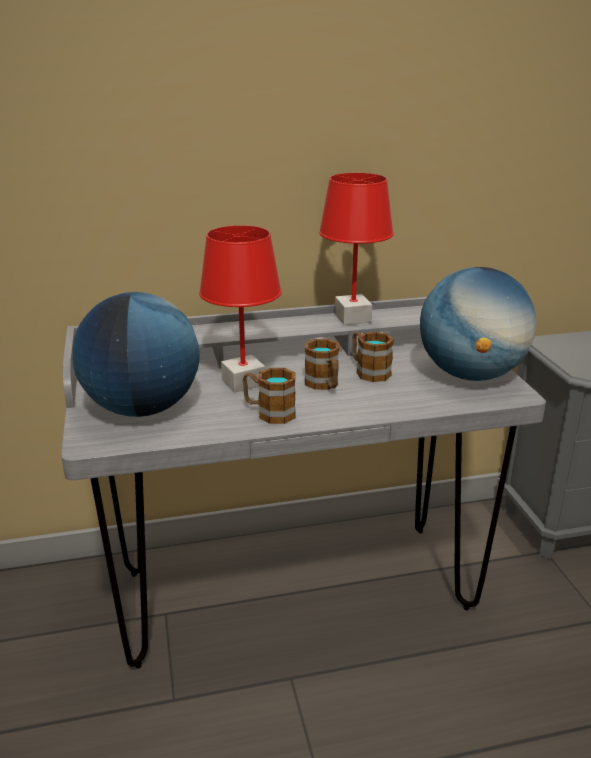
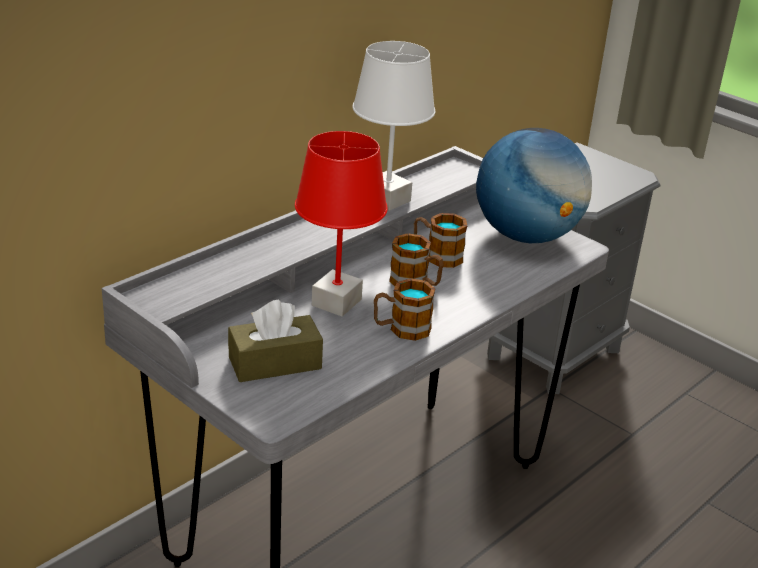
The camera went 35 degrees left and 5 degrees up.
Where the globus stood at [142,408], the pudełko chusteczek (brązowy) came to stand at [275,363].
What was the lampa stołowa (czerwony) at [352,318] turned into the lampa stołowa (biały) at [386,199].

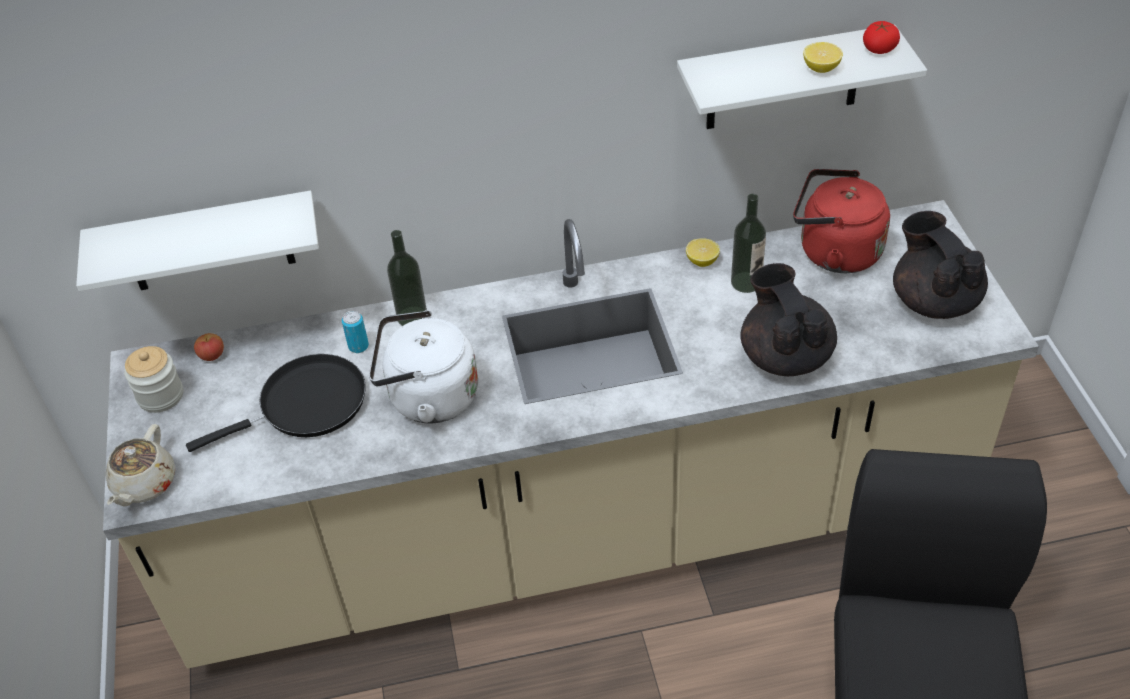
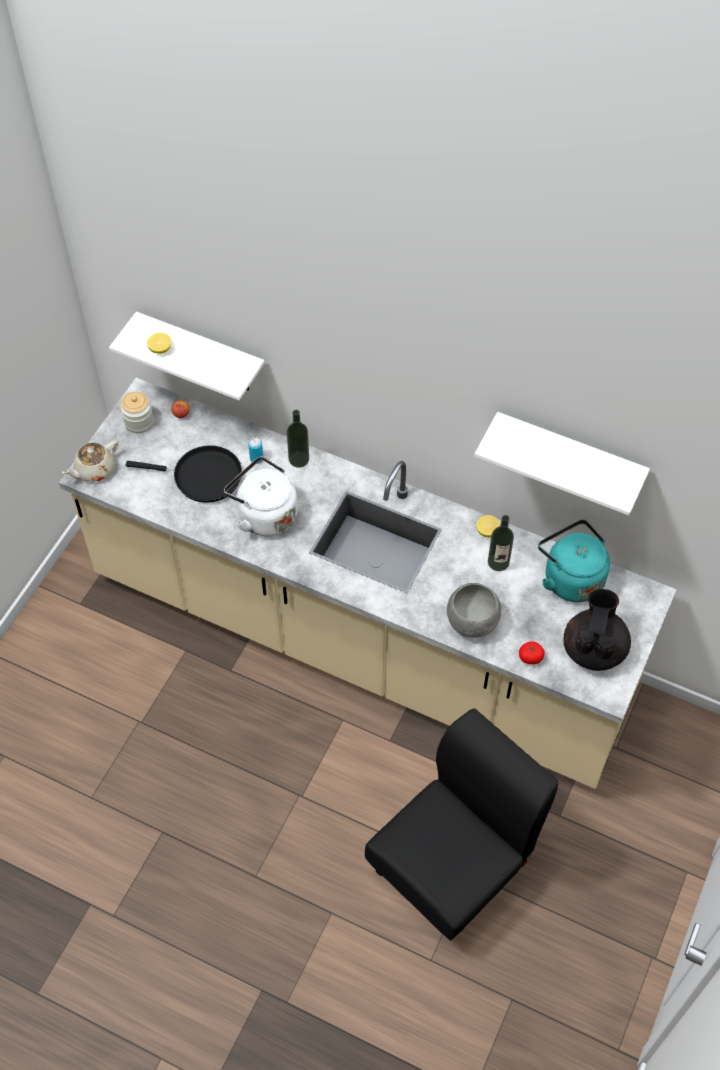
The camera went 35 degrees right and 10 degrees up.
The cytryna ended up elsewhere, having gone from [821,68] to [160,349].
Where the imbryk (czarny) stood at [785,355], the miska (szary) came to stand at [472,622].
The pomidor ended up elsewhere, having gone from [879,49] to [530,657].
What was the czajnik (czerwony) at [834,252] turned into the czajnik (turkusowy) at [570,578].

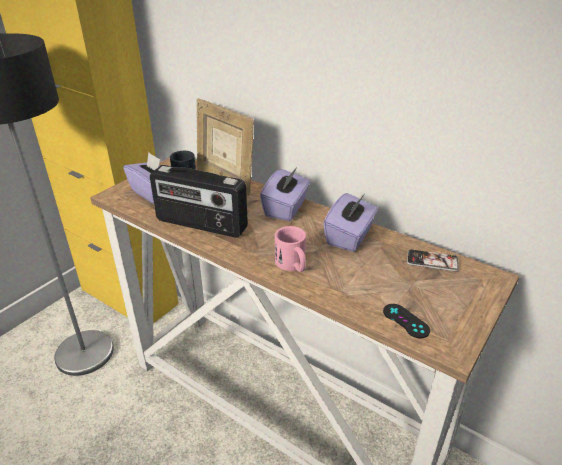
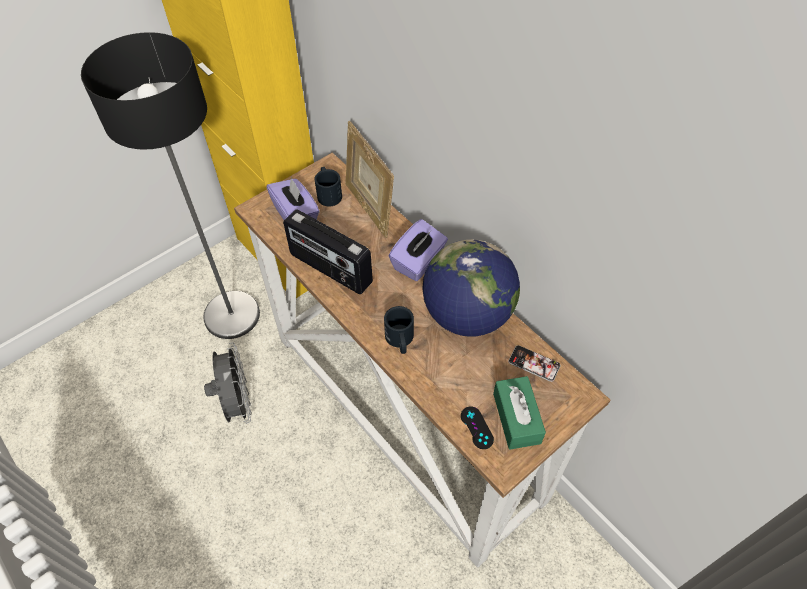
The camera went 15 degrees right and 20 degrees up.
The second view gained the wentylator (szary) at [237,403].
What was the kubek (różowy) at [293,265] turned into the kubek (czarny) at [400,341].
Where the pudełko chusteczek (fioletowy) stood at [349,237], the globus came to stand at [467,315].
The second view gained the pudełko chusteczek (zielony) at [516,418].

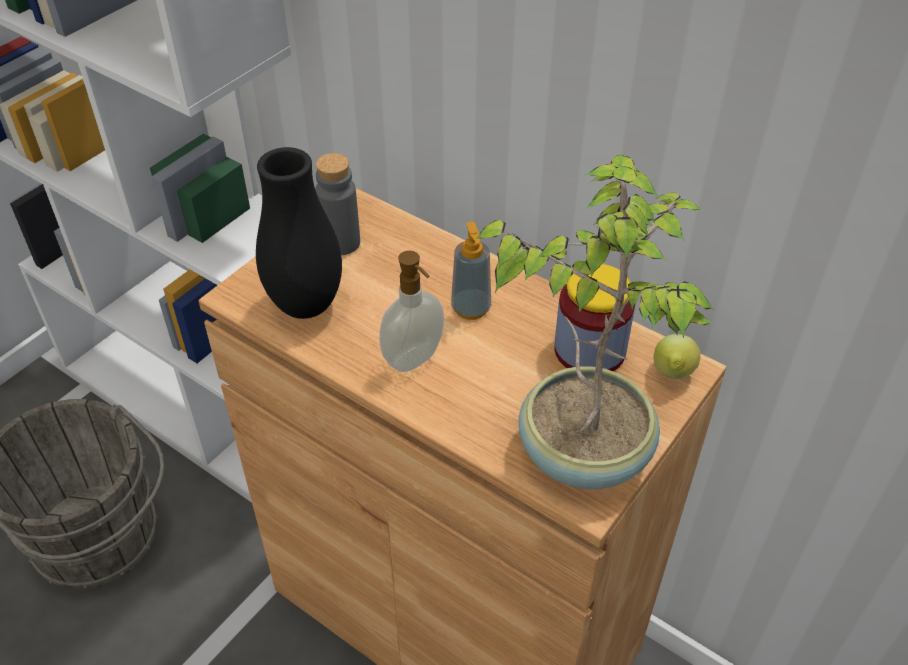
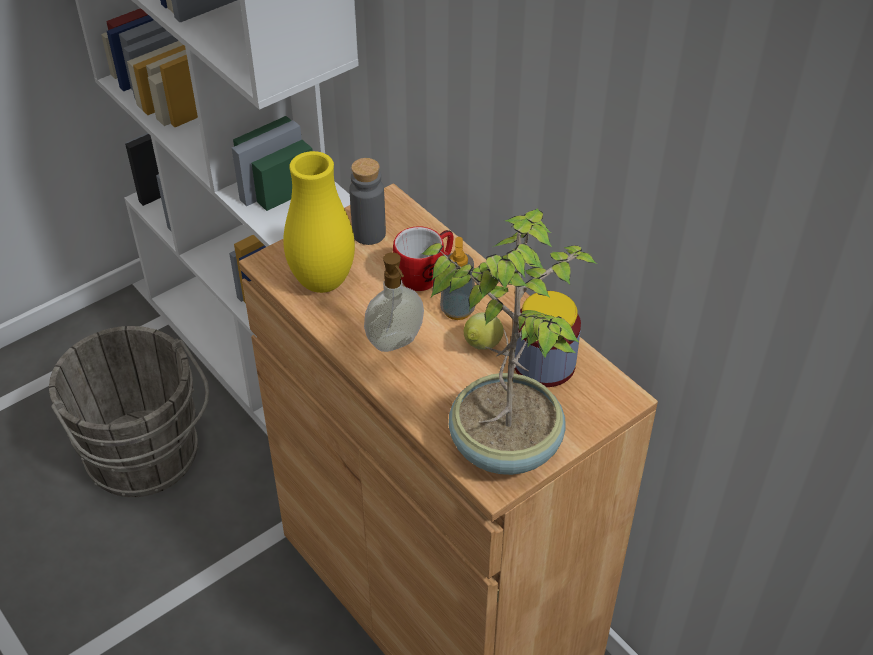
The camera went 15 degrees right and 0 degrees up.
What was the wazon (czarny) at [306,305] turned into the wazon (żółty) at [322,282].
The second view gained the kubek at [425,276].
The cytryna ended up elsewhere, having gone from [672,375] to [481,347].

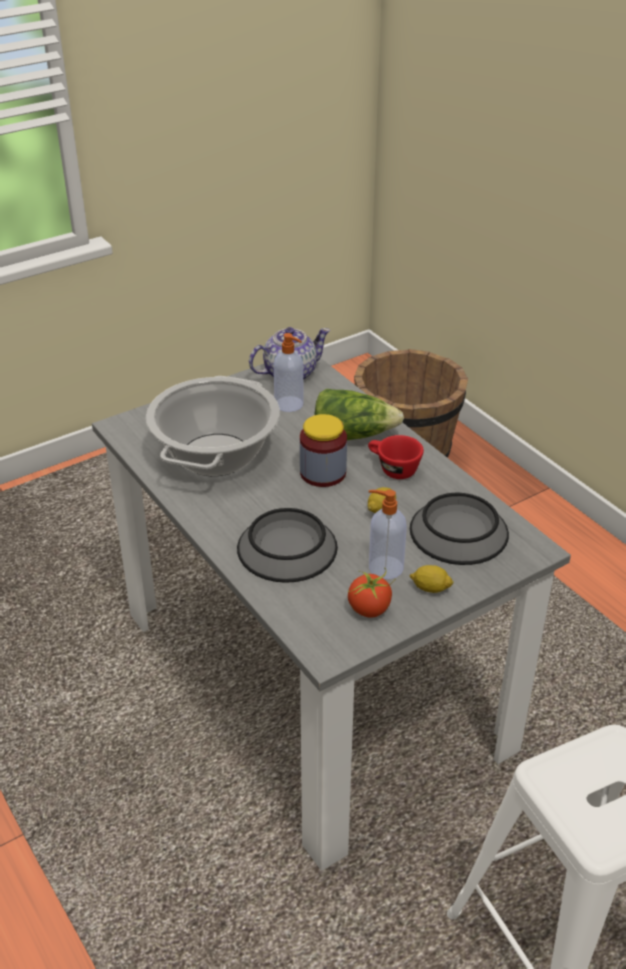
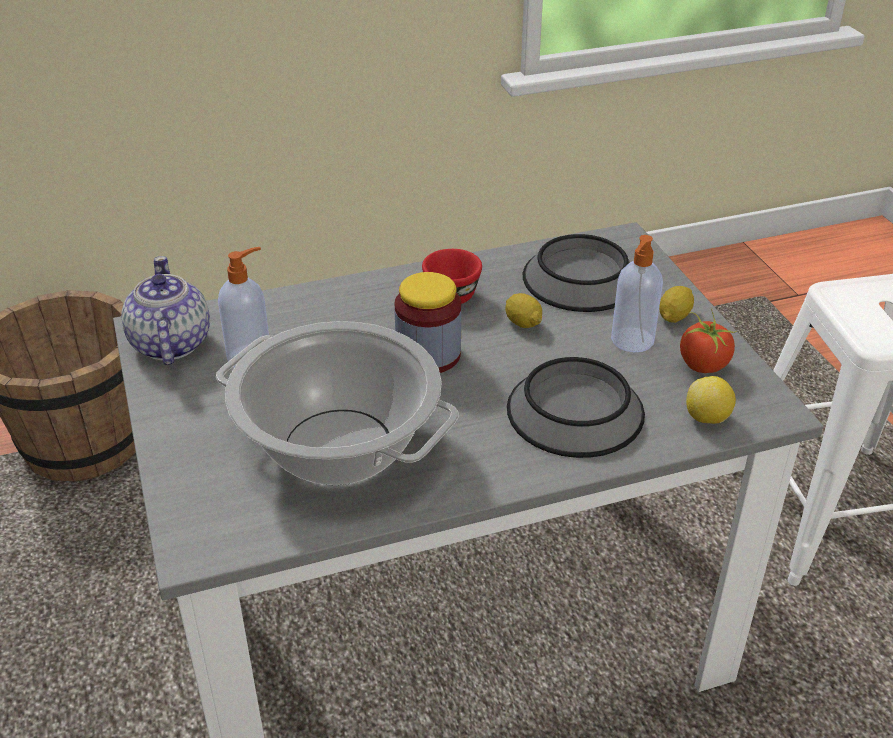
The camera went 75 degrees left and 0 degrees up.
The second view gained the cytryna at [707,418].
The second view lost the sałata at [353,435].

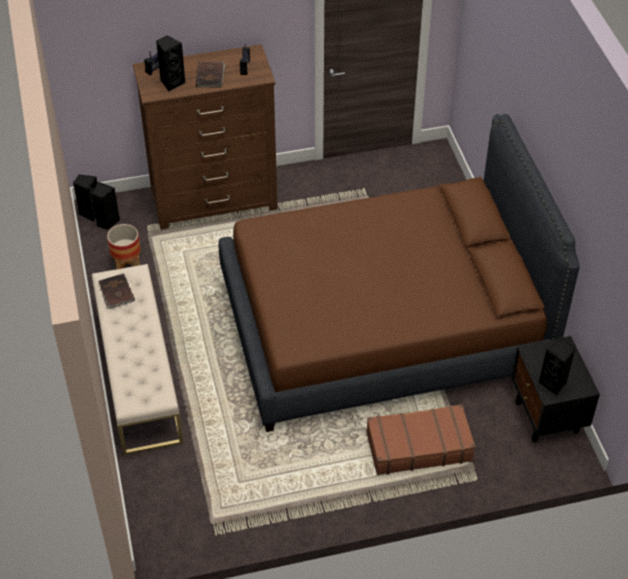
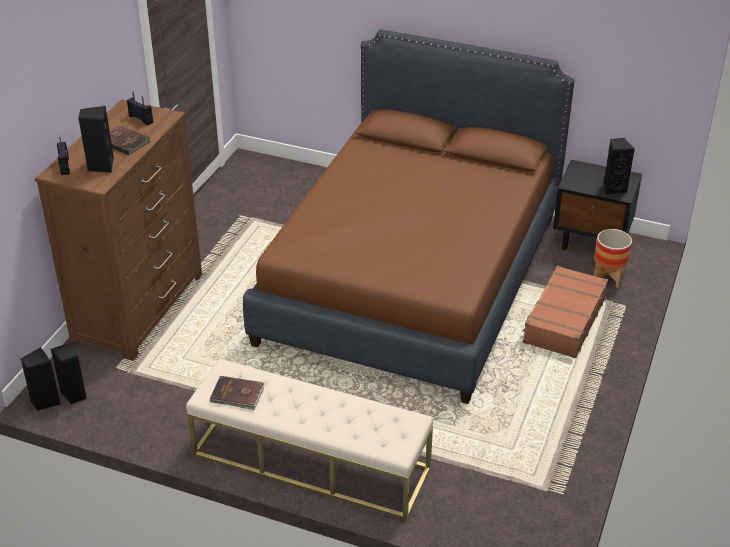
The camera went 55 degrees left and 10 degrees down.
The donica ended up elsewhere, having gone from [127,265] to [607,278].

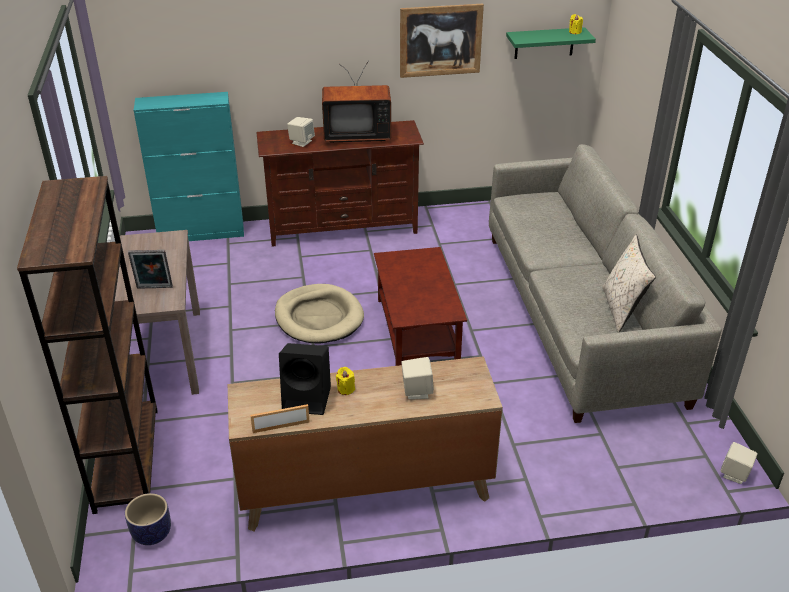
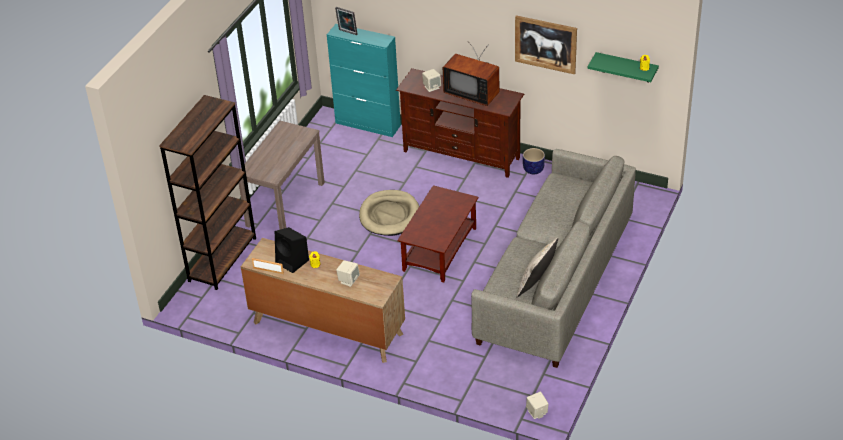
The camera went 35 degrees right and 5 degrees up.
The ramka na zdjęcie ended up elsewhere, having gone from [154,288] to [347,32].
The donica ended up elsewhere, having gone from [151,533] to [533,169].

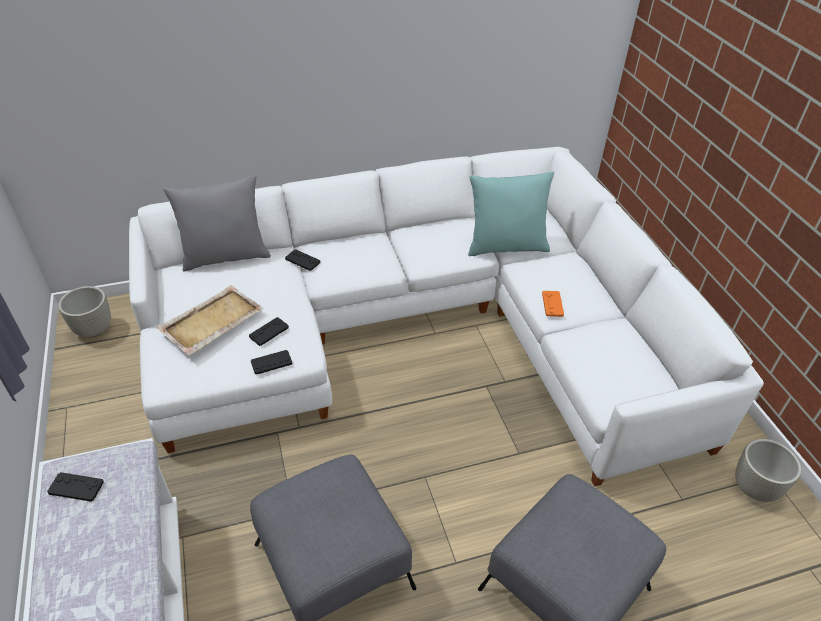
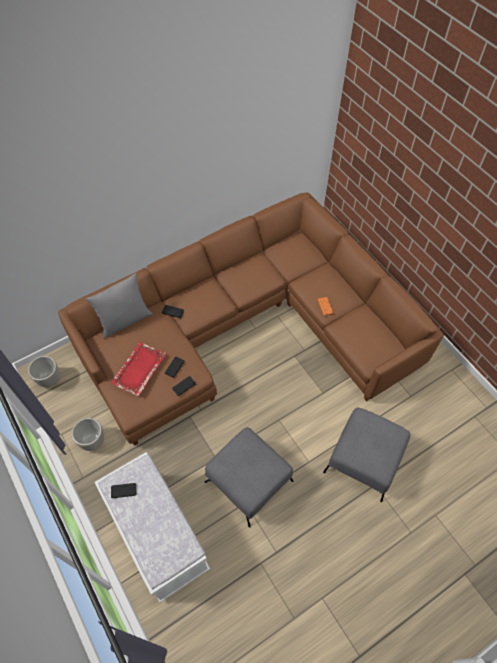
The camera went 15 degrees left and 15 degrees up.
What was the kanapa (biały) at [420,329] turned into the kanapa (brązowy) at [246,327].
The donica (szary) ended up elsewhere, having gone from [754,487] to [93,441].
What was the taca (beżowy) at [210,322] turned into the taca (czerwony) at [139,370].
The second view lost the poduszka (turkusowy) at [506,247].

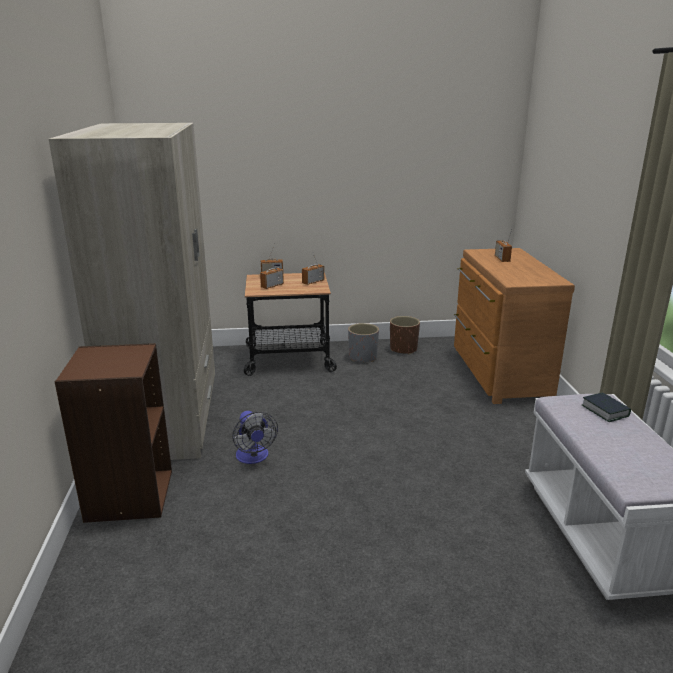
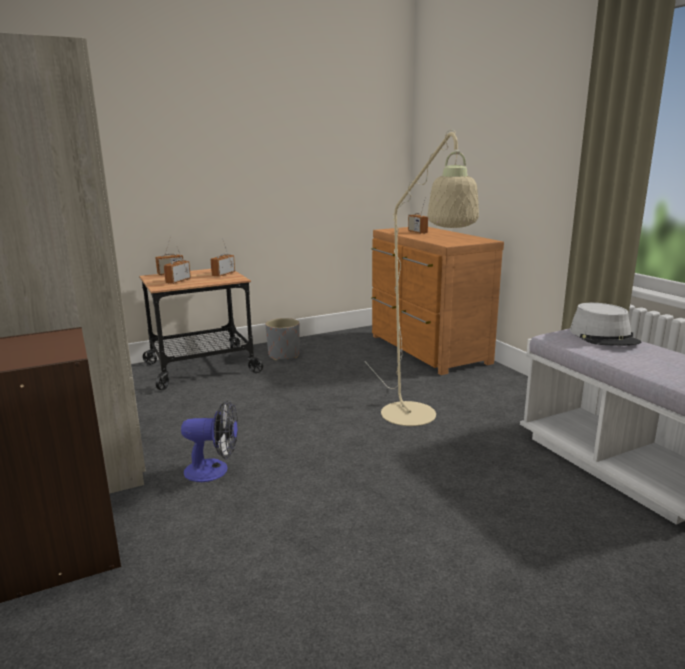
The camera went 20 degrees left and 5 degrees down.
The wentylator at [253,457] ended up facing another way, 45 degrees counterclockwise from before.
The second view gained the lampa stojąca (beżowy) at [414,420].
Where the książka stood at [605,411], the kapelusz (szary) came to stand at [604,336].
The second view lost the donica (brązowy) at [403,349].

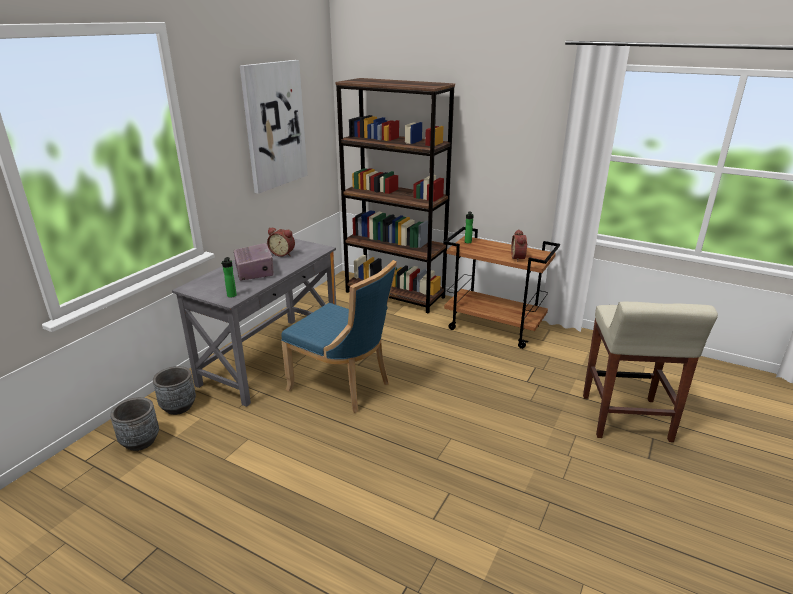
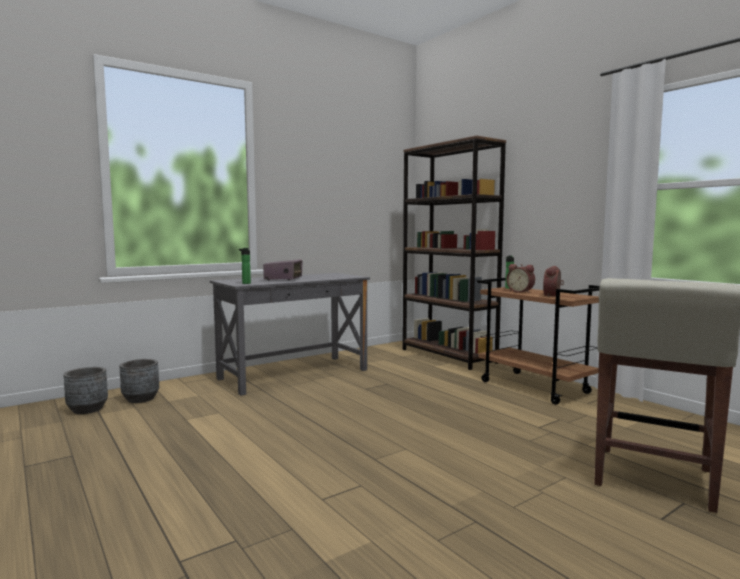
The camera went 25 degrees right and 20 degrees down.
The donica (szary) ended up elsewhere, having gone from [178,407] to [87,409].
The budzik ended up elsewhere, having gone from [283,253] to [521,291].
The second view lost the obraz at [274,125].
The second view lost the krzesło (niebieski) at [343,386].

